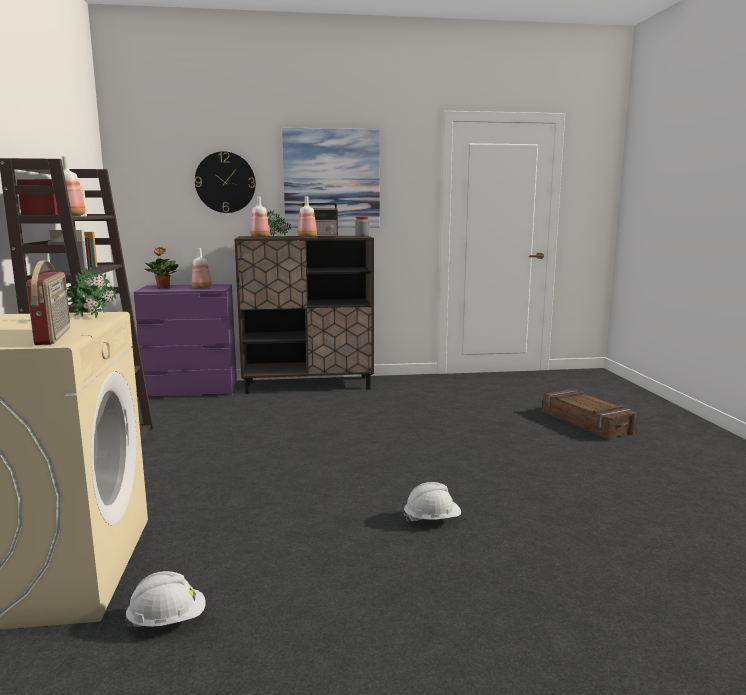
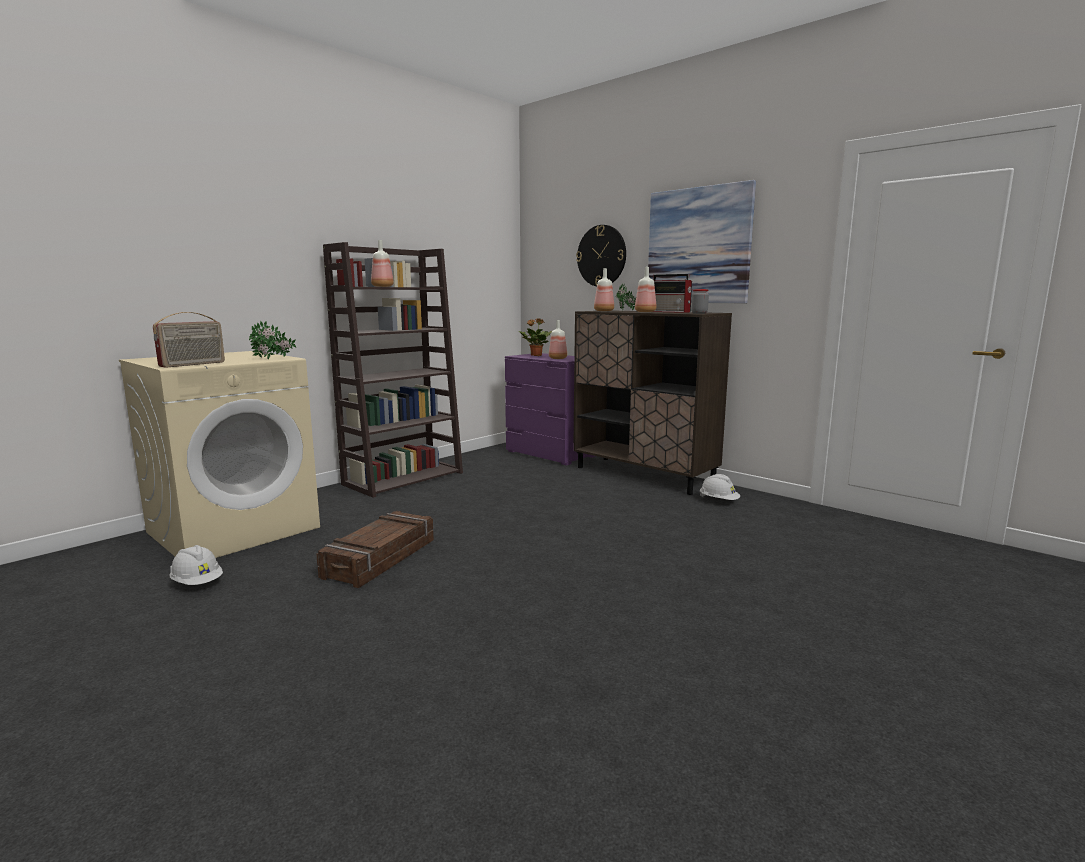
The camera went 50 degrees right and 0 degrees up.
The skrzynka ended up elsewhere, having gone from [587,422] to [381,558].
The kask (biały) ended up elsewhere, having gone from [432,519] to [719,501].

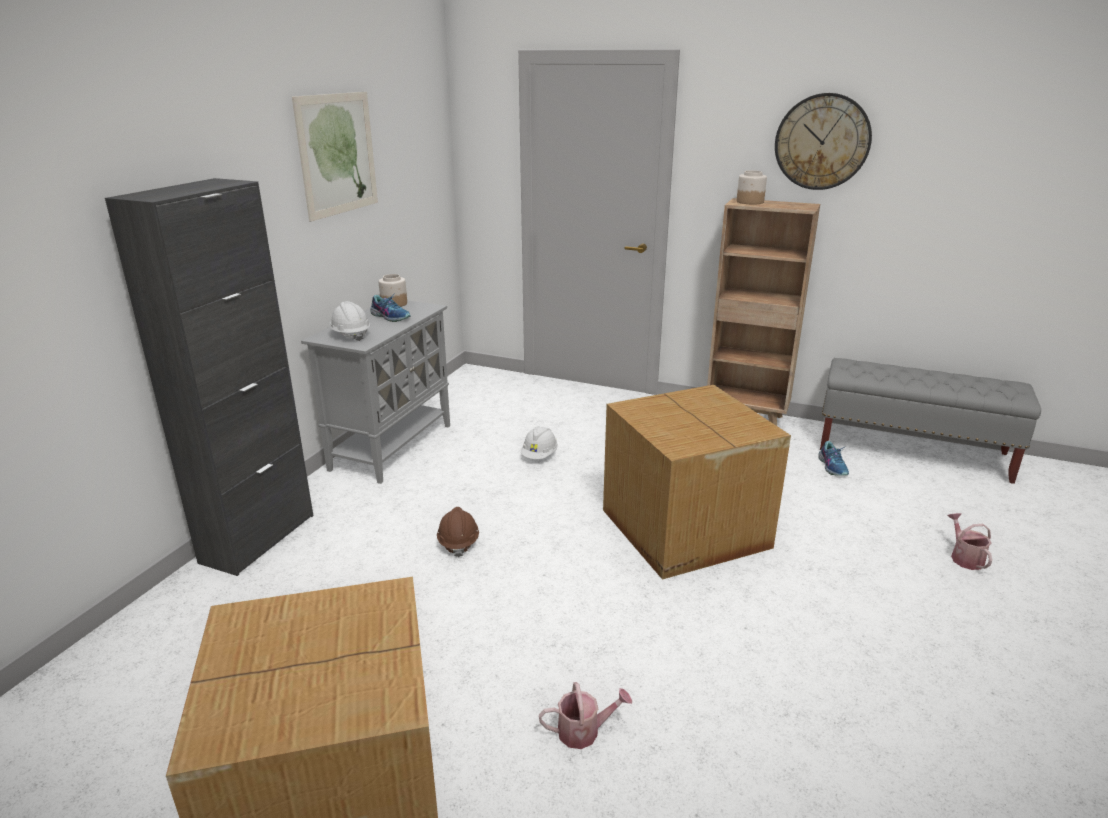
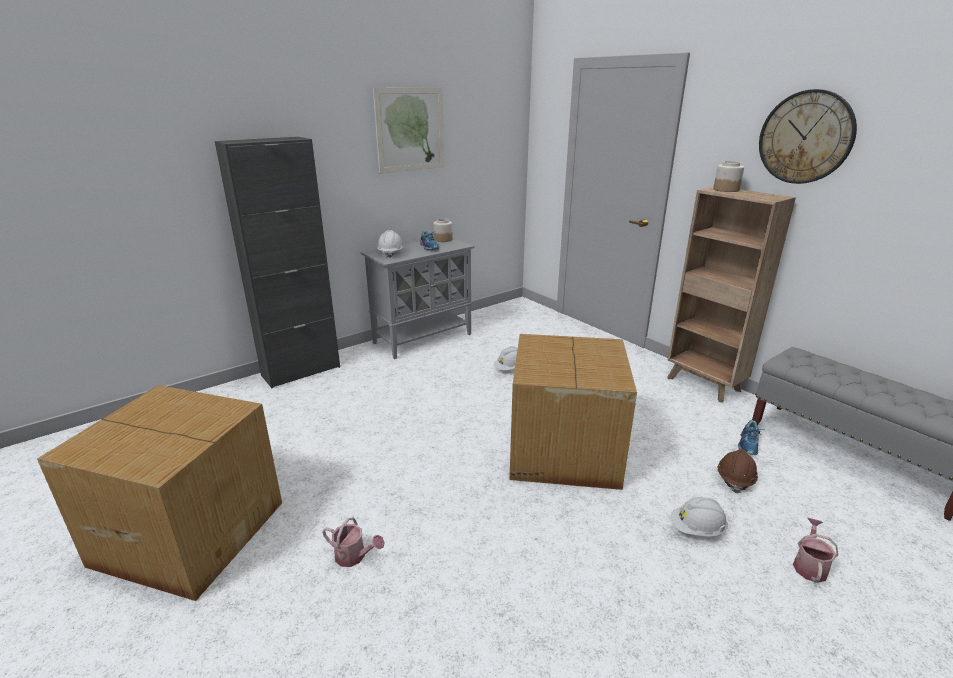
The camera went 30 degrees right and 0 degrees up.
The second view gained the kask (biały) at [697,529].
The kask (brązowy) ended up elsewhere, having gone from [458,542] to [735,479].

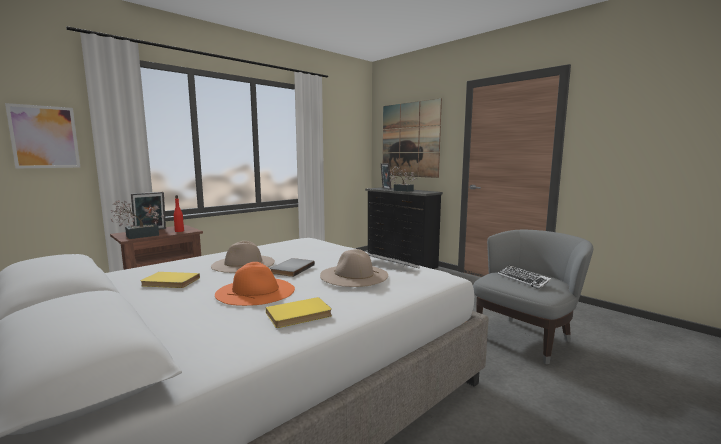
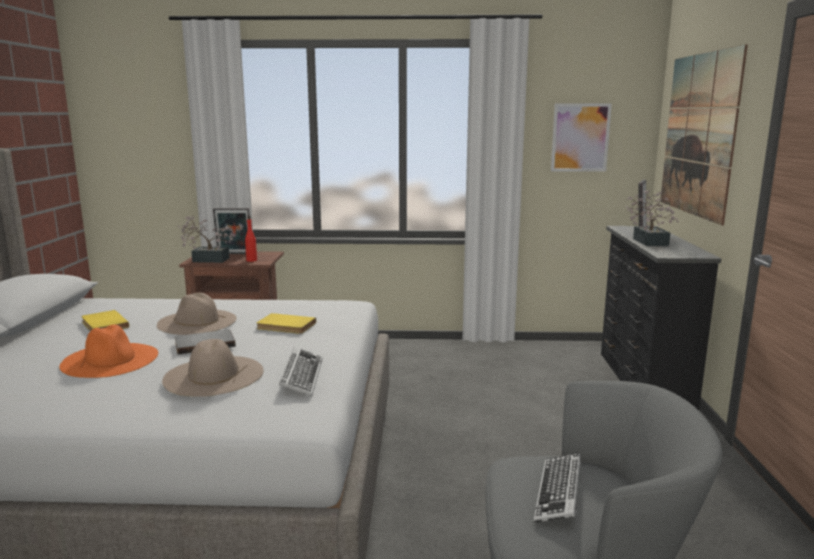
The camera went 45 degrees right and 5 degrees up.
The książka (żółty) ended up elsewhere, having gone from [299,315] to [285,326].
The obraz ended up elsewhere, having gone from [44,137] to [580,137].

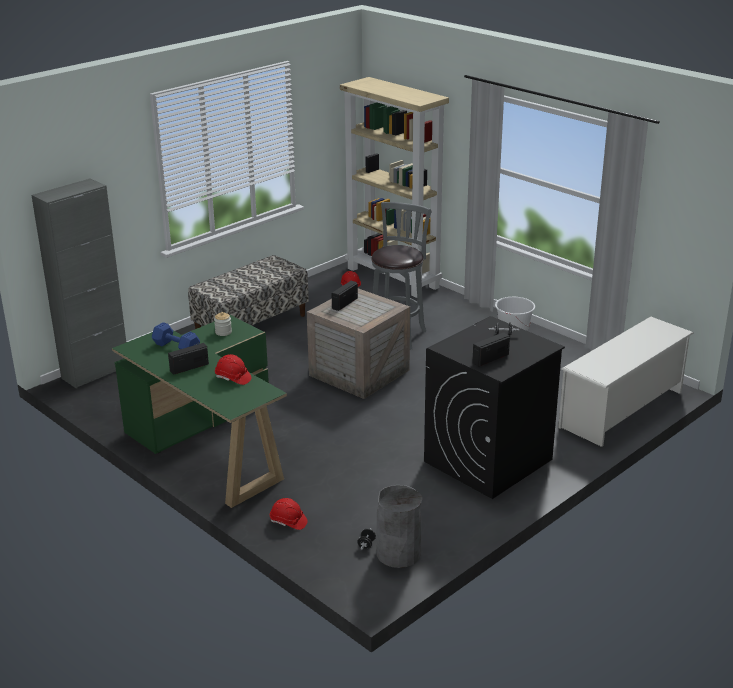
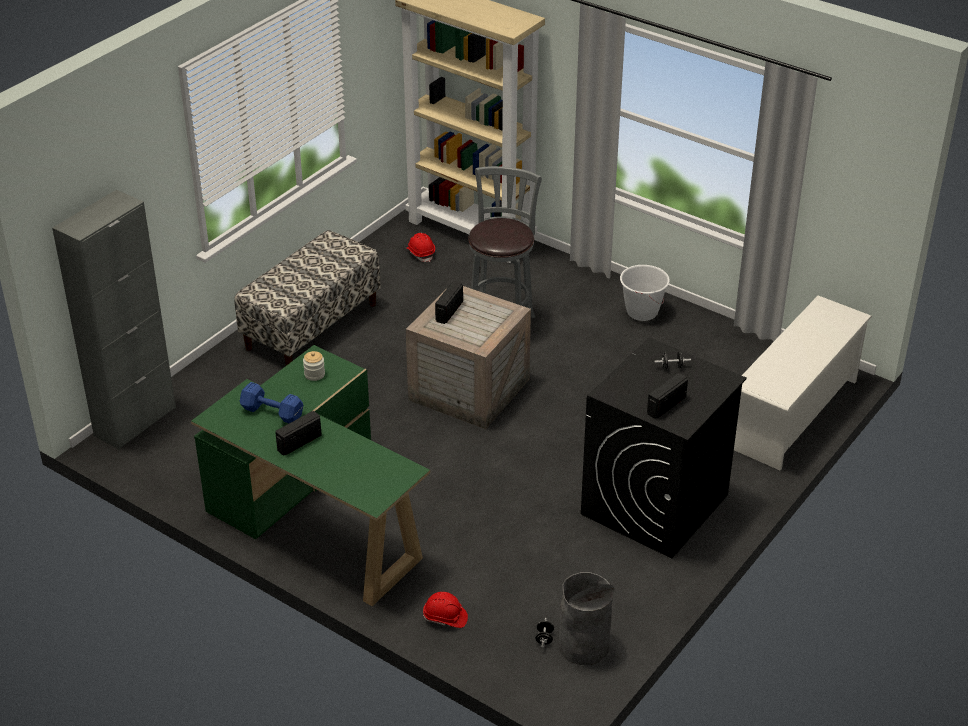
The camera went 10 degrees left and 10 degrees up.
The second view lost the kask (czerwony) at [233,378].

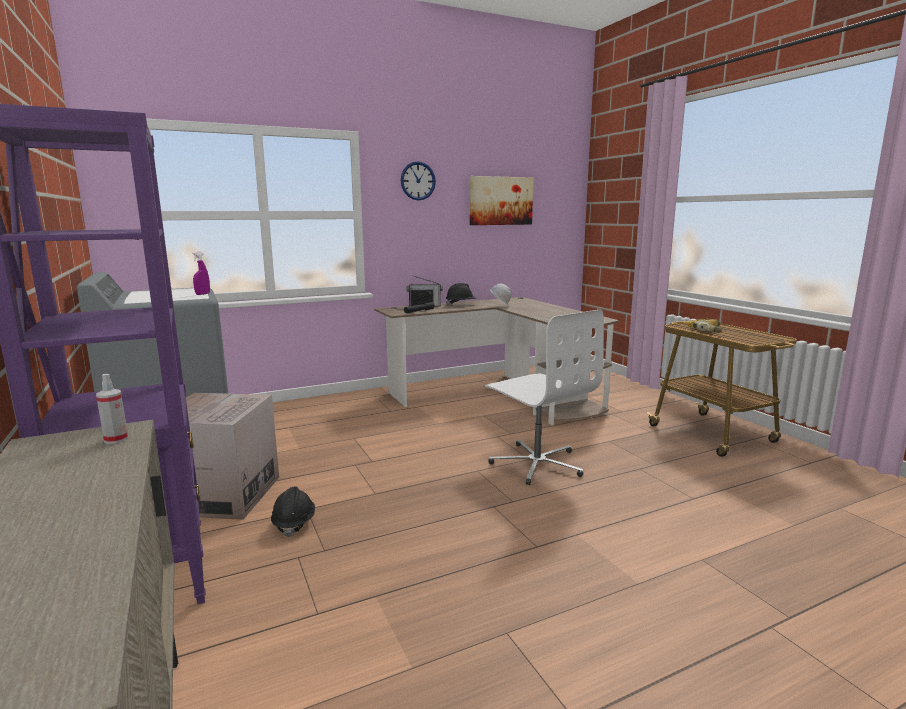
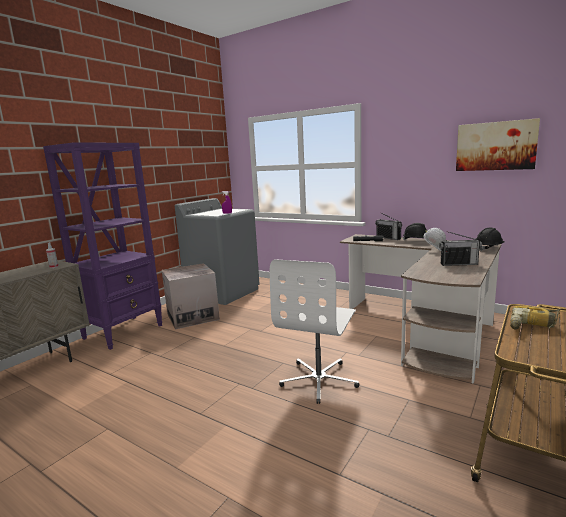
The camera went 60 degrees right and 0 degrees up.
The second view gained the radio at [458,264].
The kask (czarny) ended up elsewhere, having gone from [294,523] to [488,248].
The second view lost the zegar ścienny at [418,181].

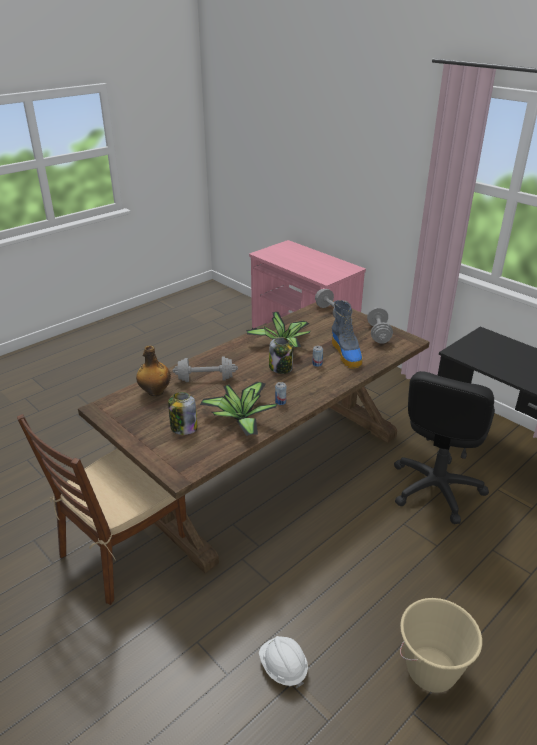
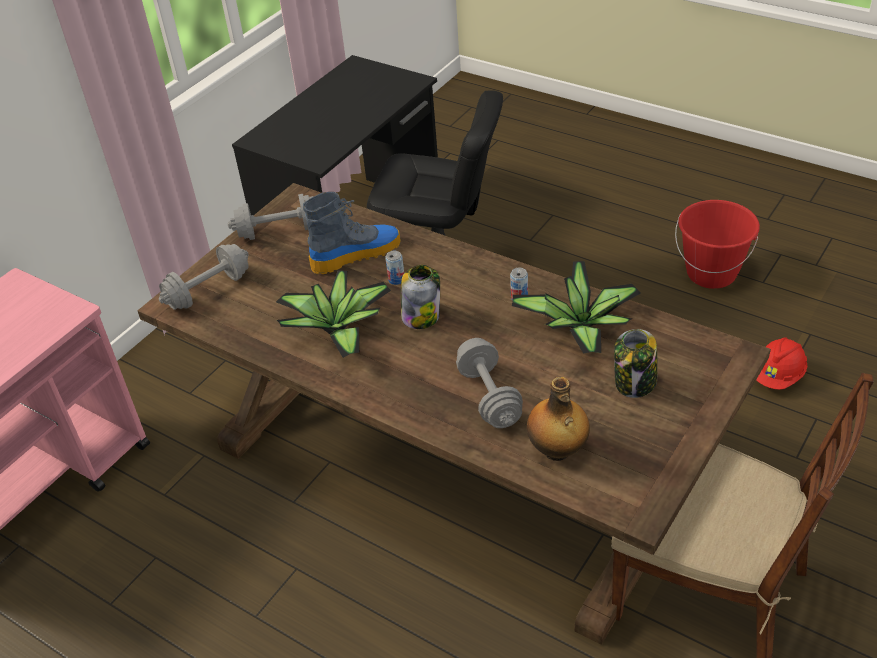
The camera went 100 degrees left and 10 degrees up.
What was the wiadro (beżowy) at [431,670] turned into the wiadro (czerwony) at [711,273].
What was the kask (biały) at [283,667] turned into the kask (czerwony) at [778,376].

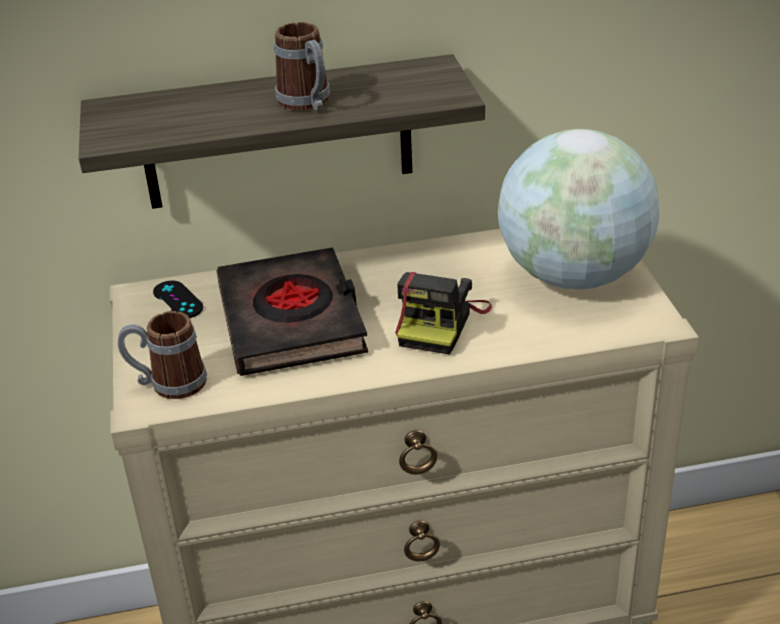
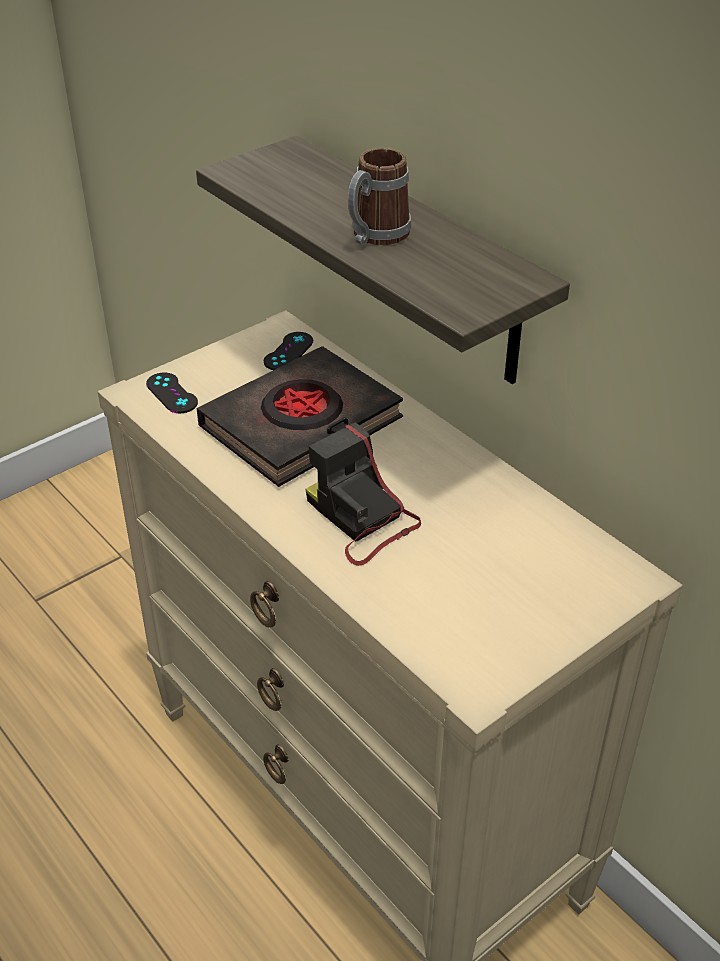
The camera went 60 degrees right and 5 degrees up.
Where the kubek stood at [168,384], the pad do gier (czarny) came to stand at [172,393].
The aparat fotograficzny at [440,323] ended up facing another way, 60 degrees clockwise from before.
The second view lost the globus at [574,276].

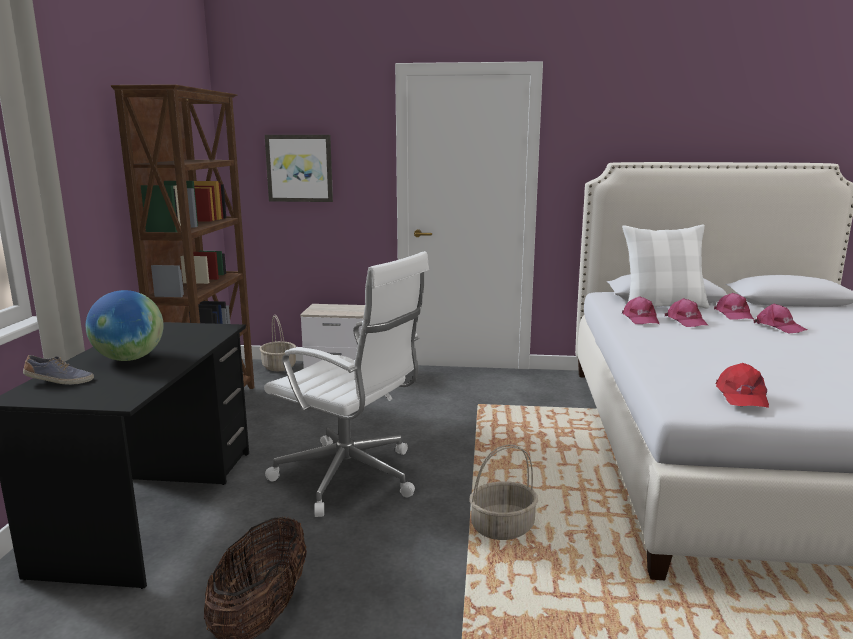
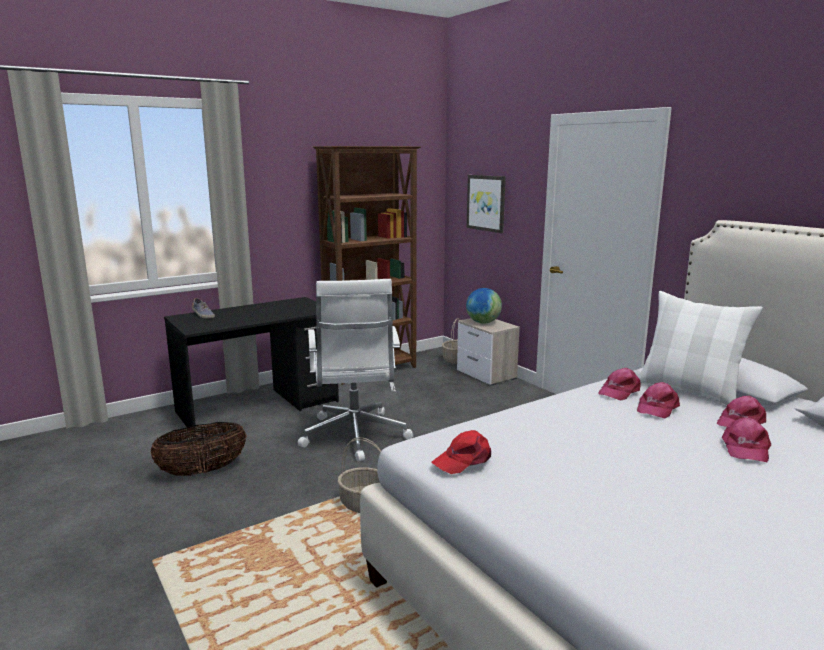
The camera went 50 degrees right and 0 degrees up.
The globus ended up elsewhere, having gone from [129,358] to [483,322].

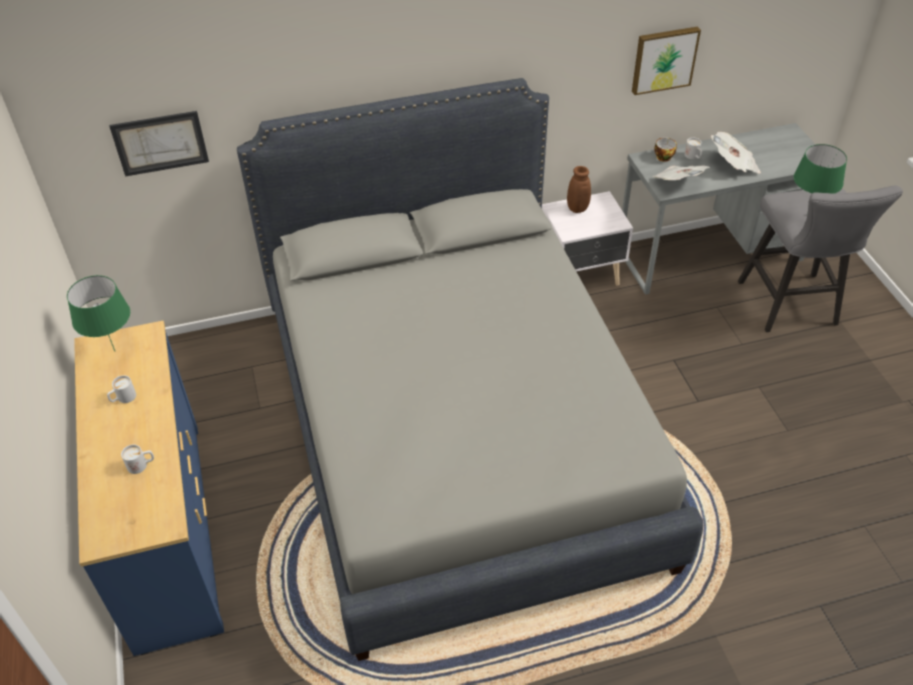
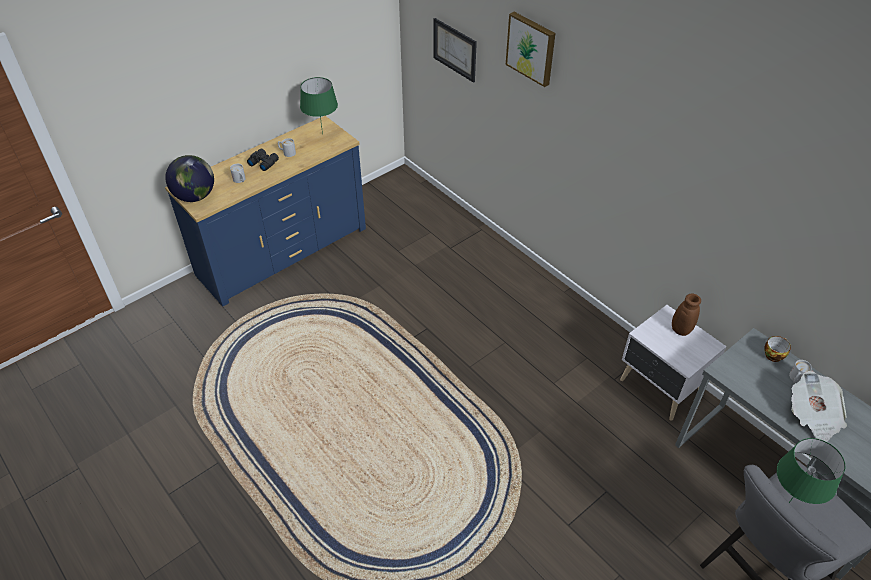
The camera went 65 degrees right and 0 degrees up.
The second view gained the globus at [195,196].
The second view gained the lornetka (czarny) at [263,162].
The obraz ended up elsewhere, having gone from [664,59] to [531,48].
The second view lost the łóżko (szary) at [458,432].
The second view lost the gazeta at [678,183].

